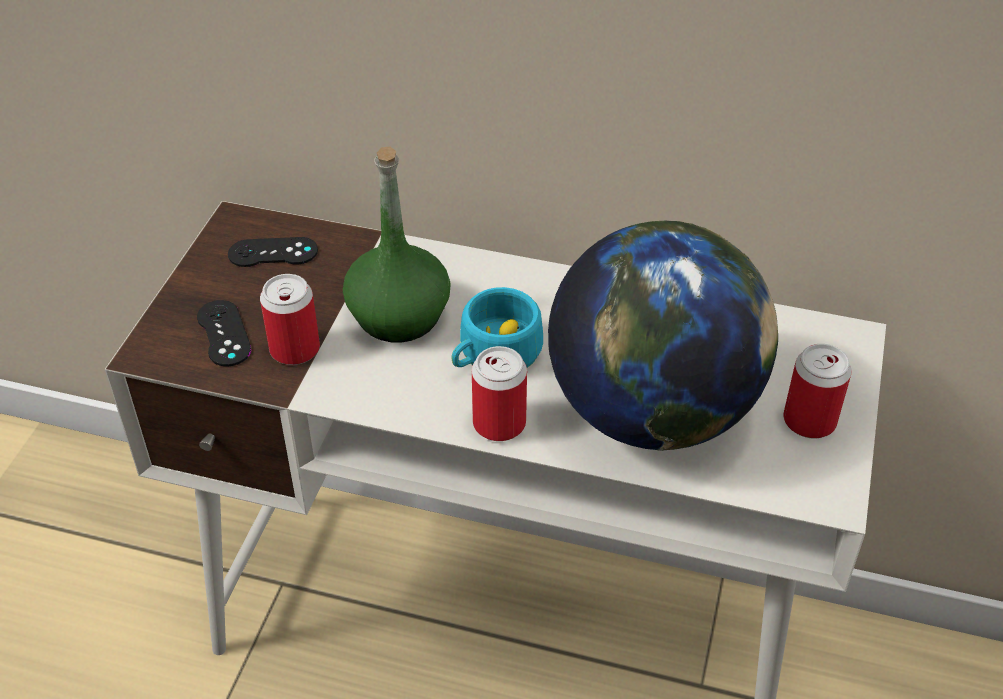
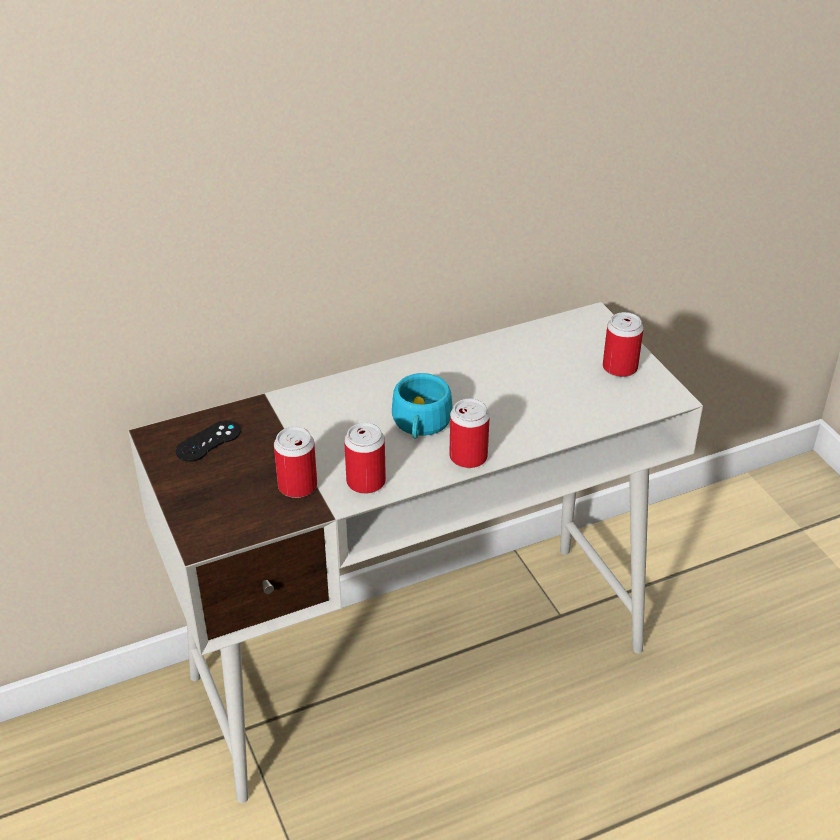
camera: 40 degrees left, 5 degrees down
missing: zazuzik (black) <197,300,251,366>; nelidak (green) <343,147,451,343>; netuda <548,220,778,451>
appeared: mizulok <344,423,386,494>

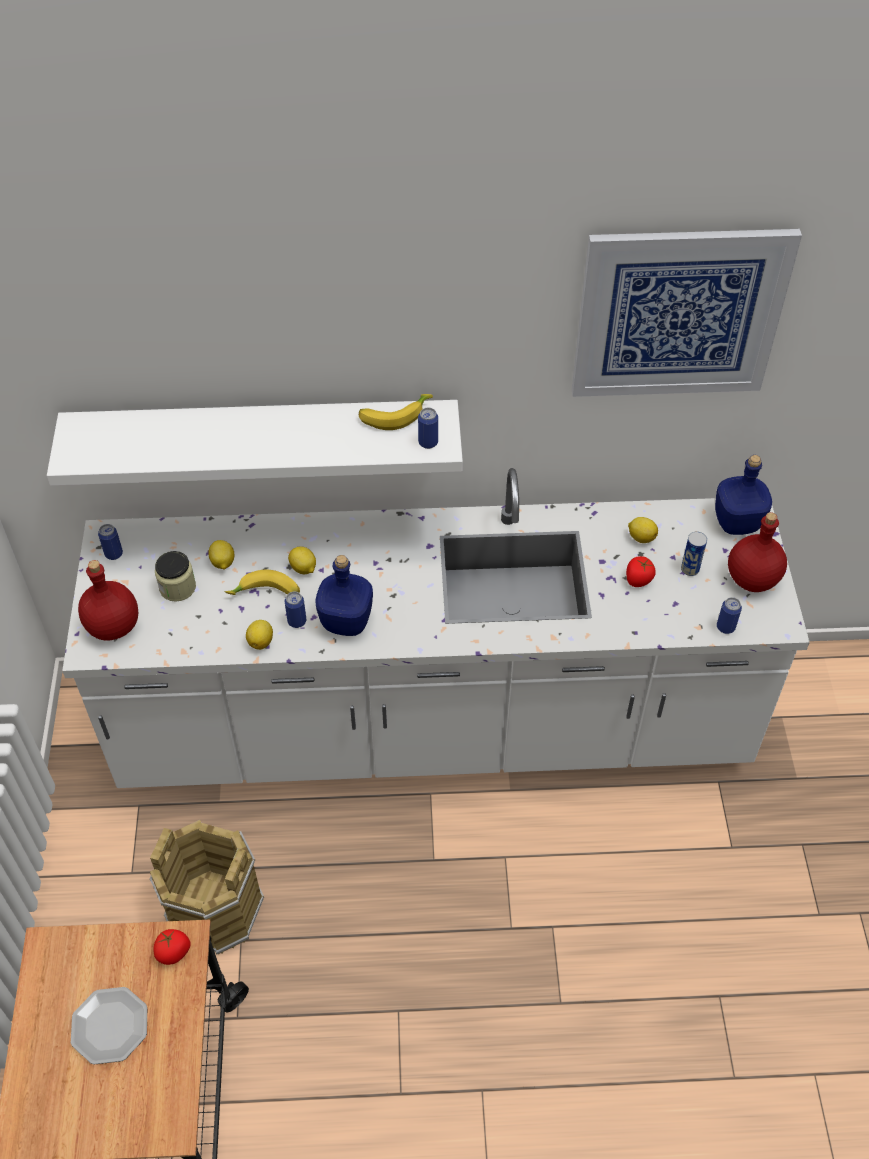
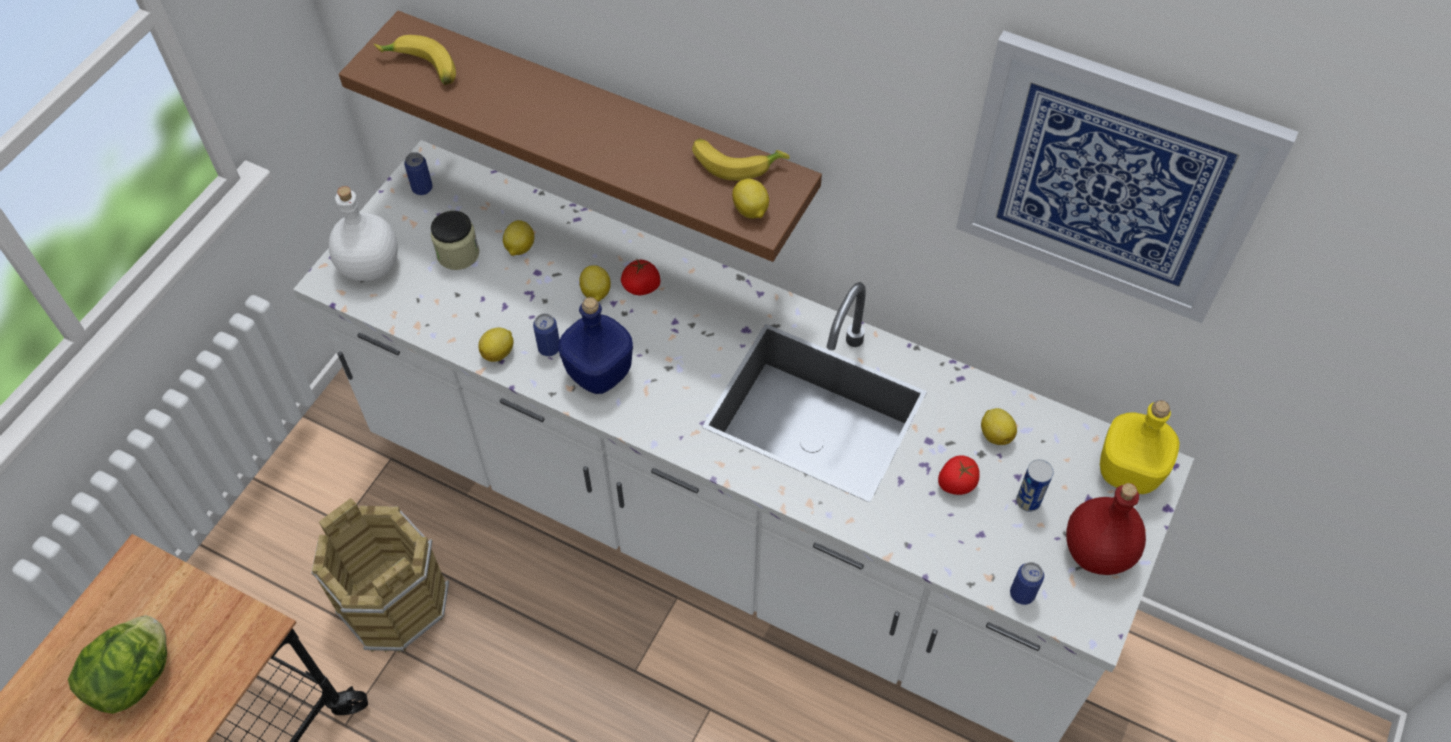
camera: 30 degrees right, 5 degrees up
relocated: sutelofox <153,929,191,965> to <621,258,660,295>; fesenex <224,570,300,595> to <374,35,456,85>
exchanged: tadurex <71,987,147,1065> to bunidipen <68,615,167,714>; mizulok <418,408,438,449> to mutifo <732,179,769,218>
colour: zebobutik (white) <47,400,463,486> to zebobutik (brown) <339,11,822,262>; nelidak (red) <78,560,138,641> to nelidak (white) <329,186,398,281>; nelidak (blue) <715,455,772,535> to nelidak (yellow) <1100,400,1179,494>

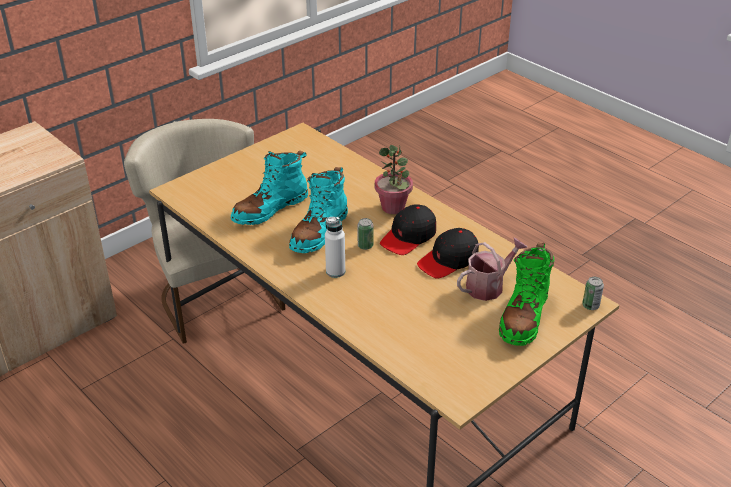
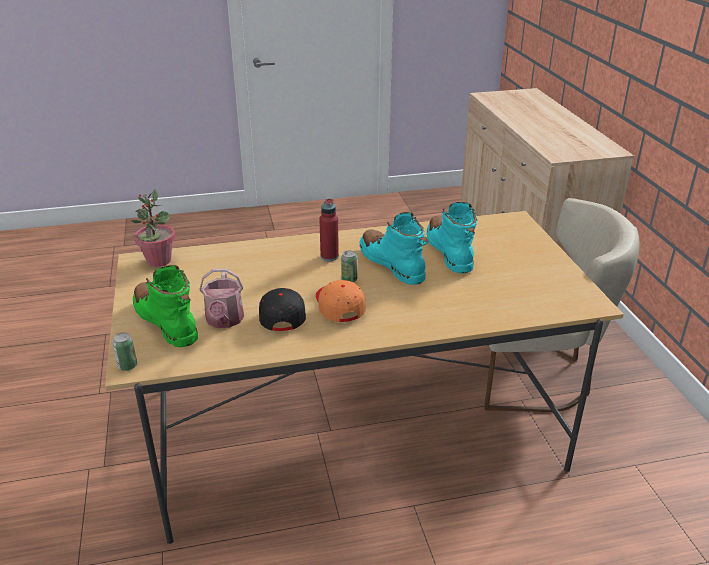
camera: 120 degrees right, 5 degrees down
relocated: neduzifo <375,145,413,214> to <131,189,176,267>
colour: nelidak (white) <325,216,345,278> to nelidak (red) <319,198,339,261>; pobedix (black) <380,204,436,255> to pobedix (orange) <316,280,366,322>

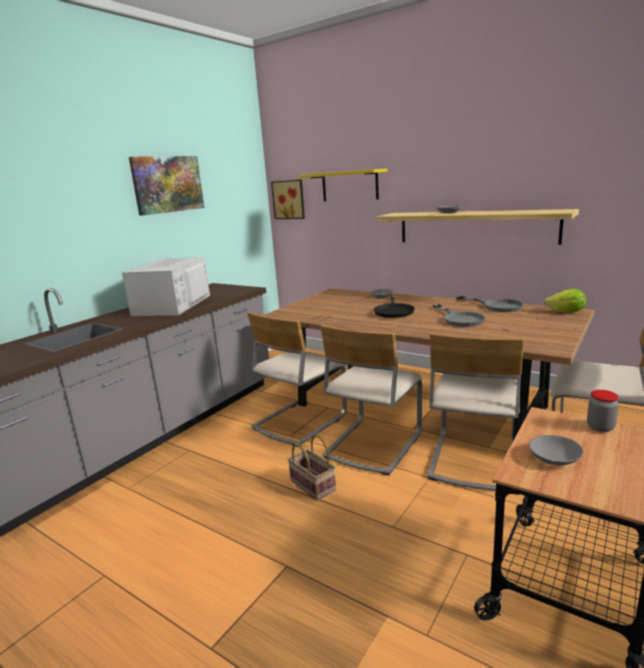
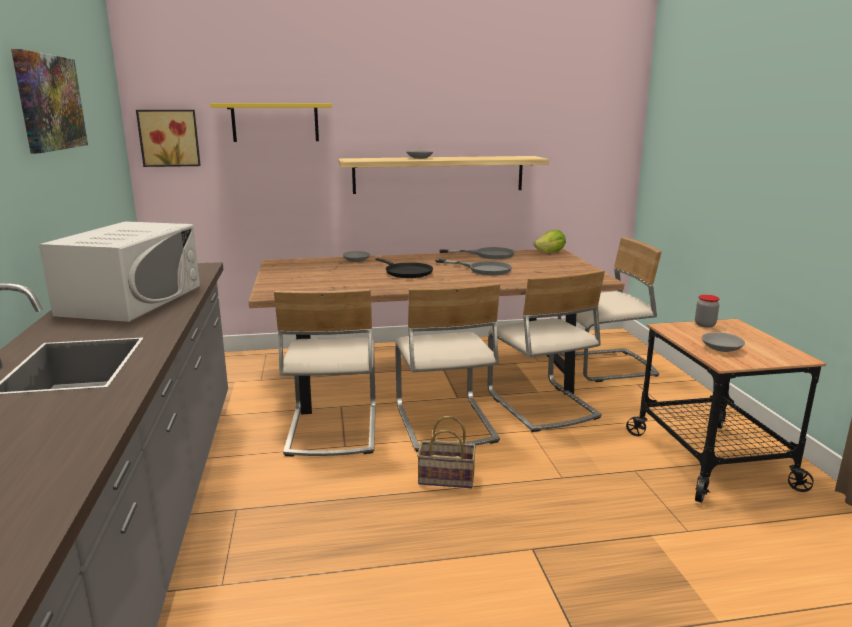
camera: 45 degrees left, 0 degrees up
spun: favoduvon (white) <122,257,210,316> = <39,221,200,322> 135 degrees counterclockwise

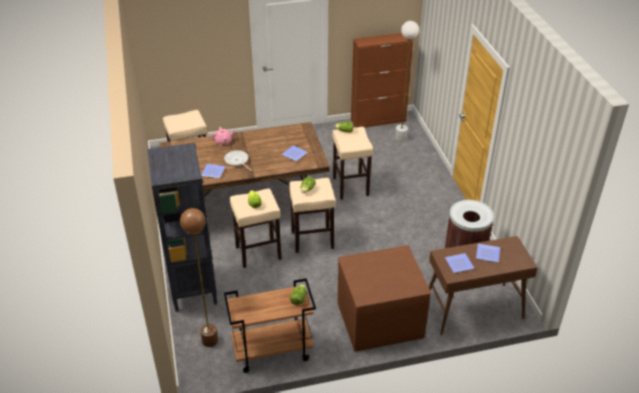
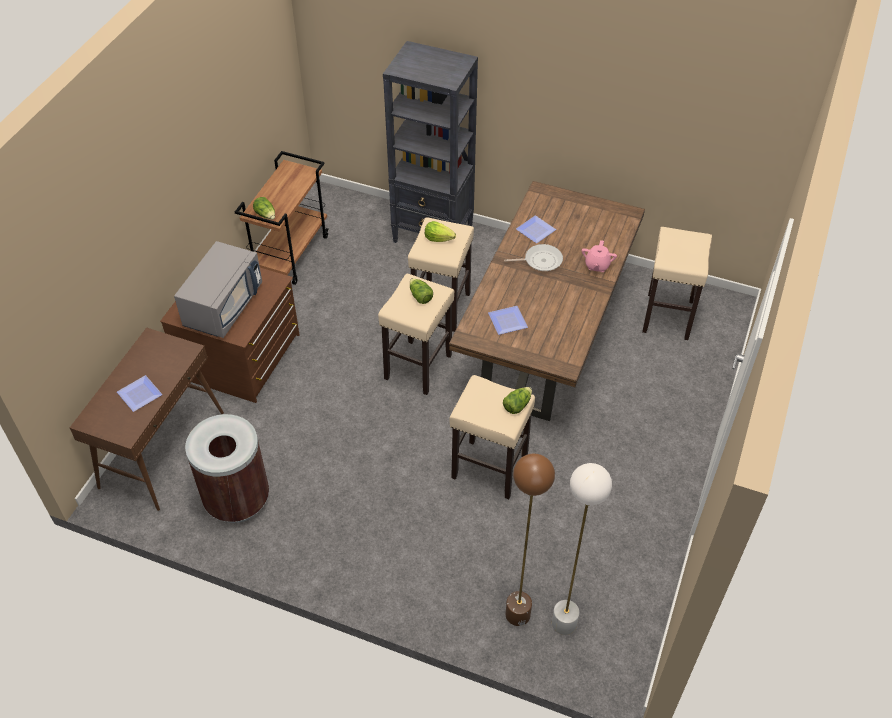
camera: 125 degrees right, 10 degrees up
missing: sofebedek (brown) <351,33,413,128>; tadurex <445,253,475,273>
appeared: favoduvon (grey) <174,241,262,338>
relocated: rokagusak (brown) <180,208,218,347> to <506,453,555,626>

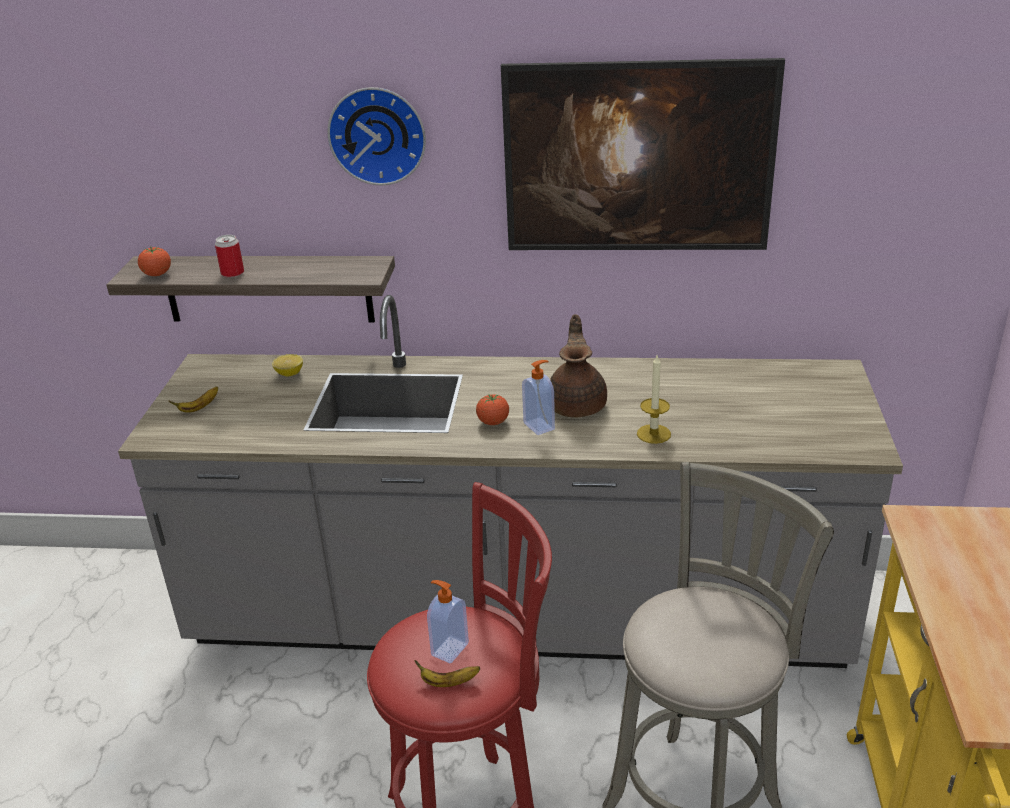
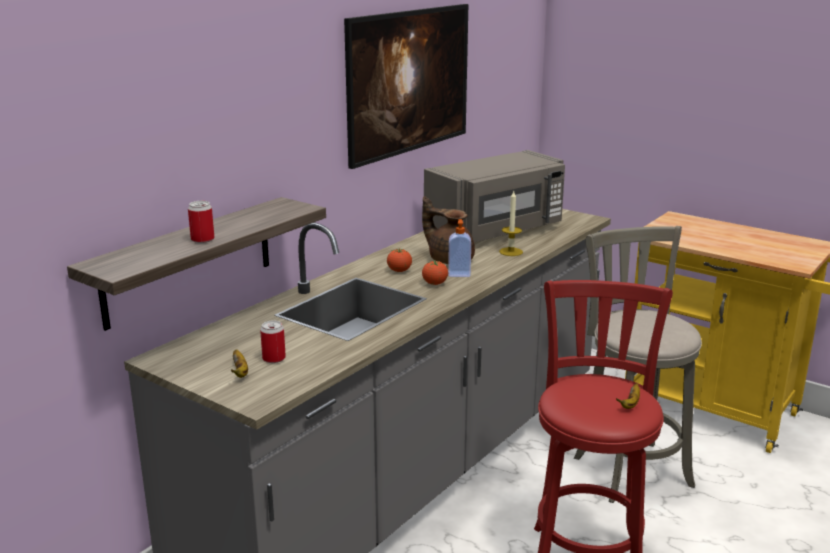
camera: 60 degrees left, 10 degrees down
missing: mutifo <272,354,303,376>; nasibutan <328,87,426,185>; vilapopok <427,580,469,664>
appeared: mizulok <260,320,286,363>; favoduvon (grey) <424,150,565,242>
relocated: sutelofox <138,246,171,276> to <387,248,412,272>

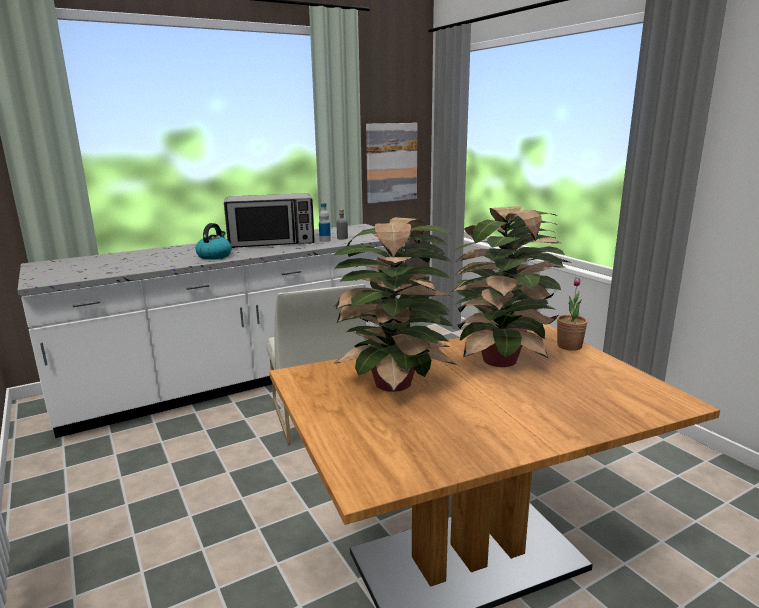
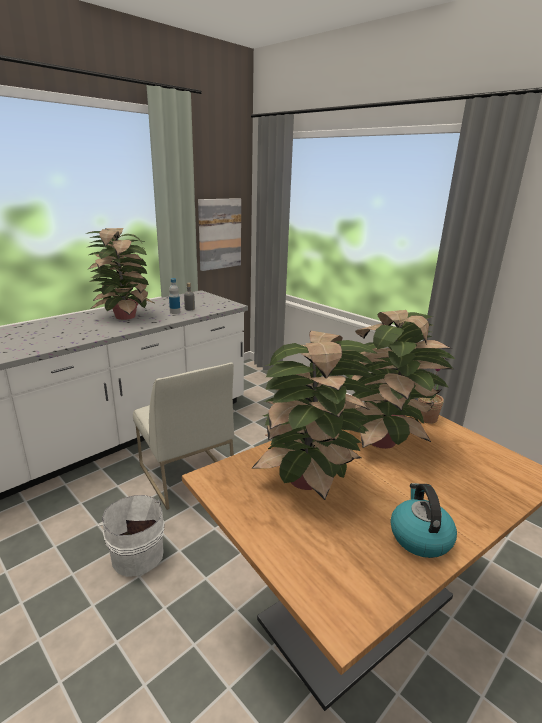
camera: 15 degrees left, 5 degrees up
appeared: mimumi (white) <98,495,165,577>
relocated: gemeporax <195,223,232,260> to <390,483,457,558>
exchanged: favoduvon <224,193,315,248> to neduzifo <86,228,156,320>

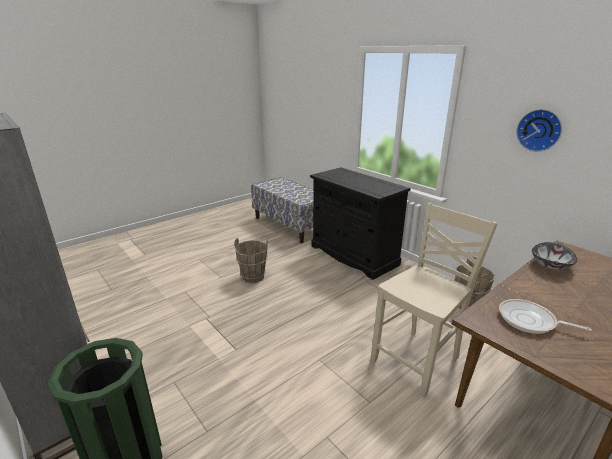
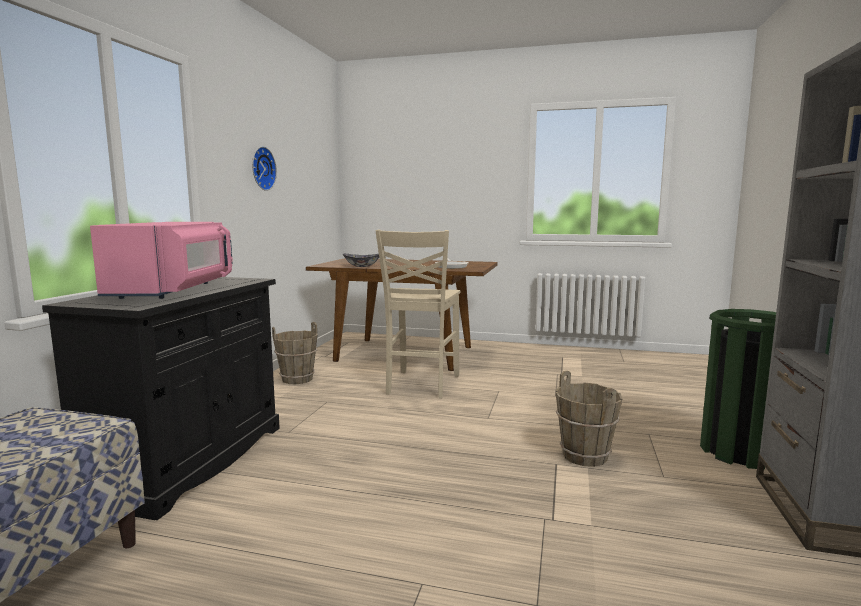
camera: 125 degrees left, 15 degrees down
appeared: favoduvon (pink) <90,222,233,299>
relocated: mimumi (brown) <234,238,268,283> to <555,371,622,467>
spun: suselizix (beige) <370,203,498,398> = <376,230,460,398> 90 degrees counterclockwise

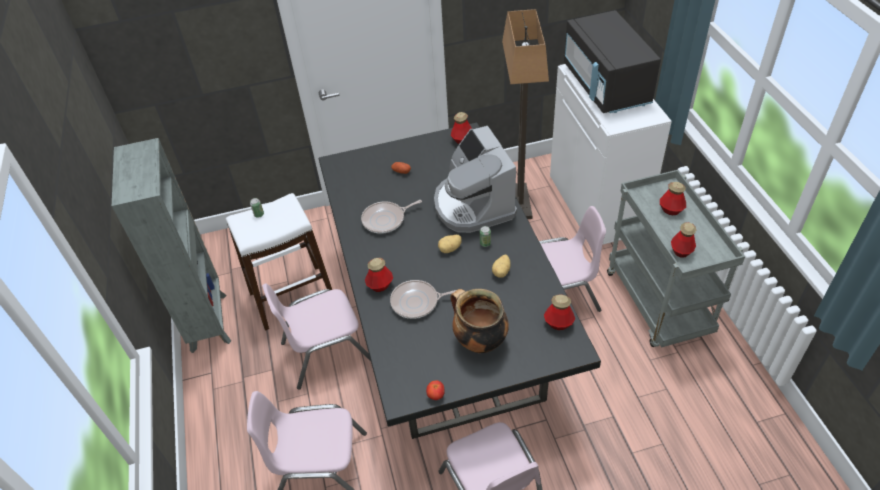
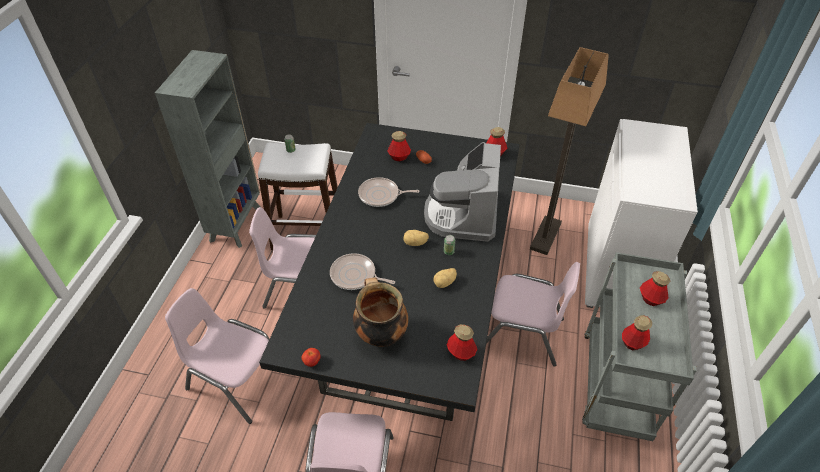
camera: 25 degrees right, 0 degrees up
missing: favoduvon (black) <564,10,661,113>
relocated: nelidak <365,258,393,292> to <387,131,411,161>

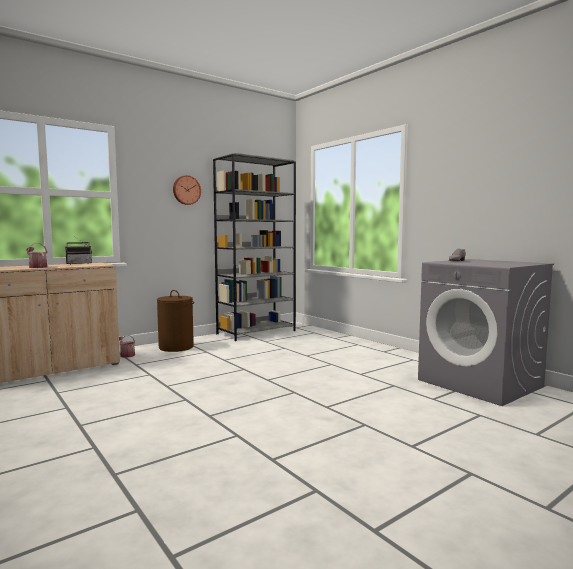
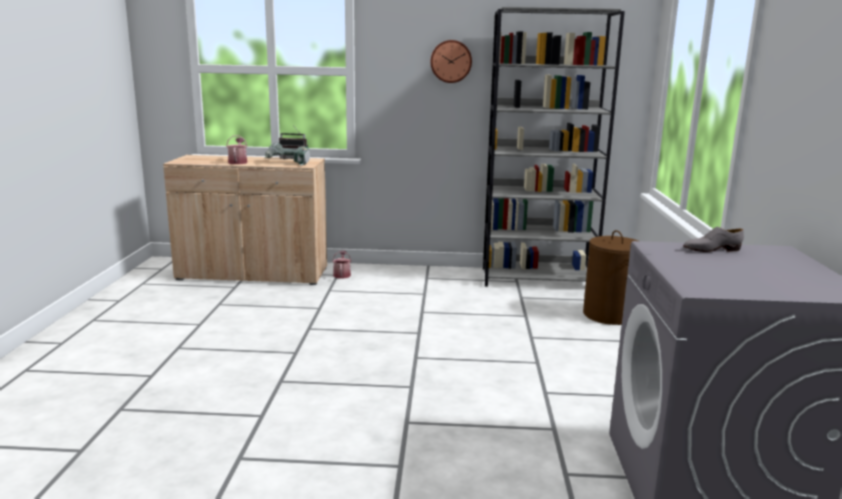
camera: 40 degrees right, 10 degrees up
appeared: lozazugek <265,142,310,166>
relocated: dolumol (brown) <157,290,194,352> to <583,230,638,325>

